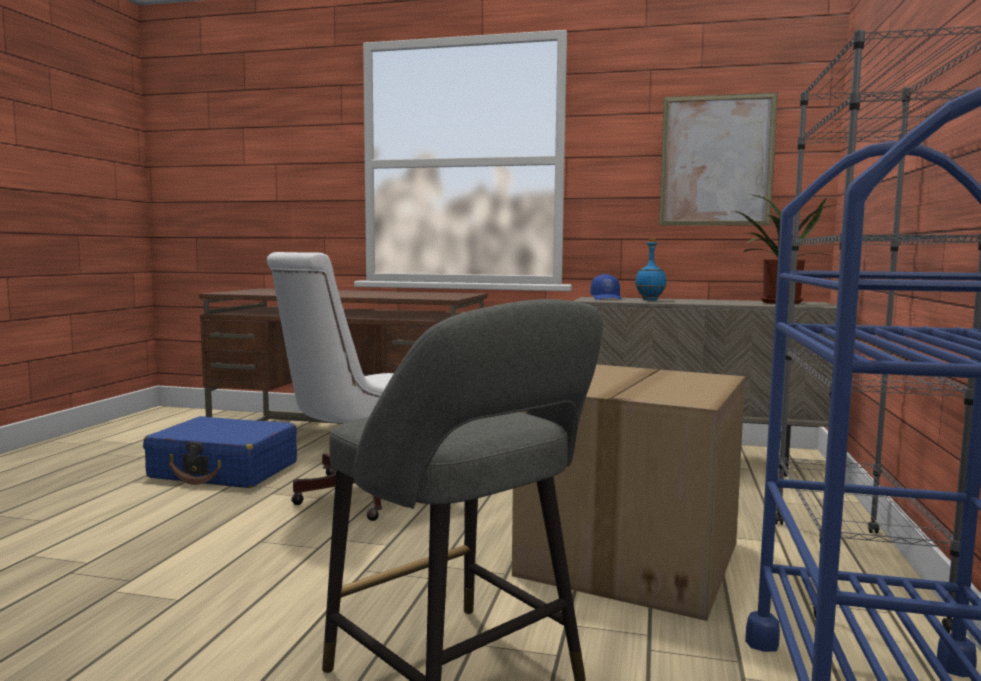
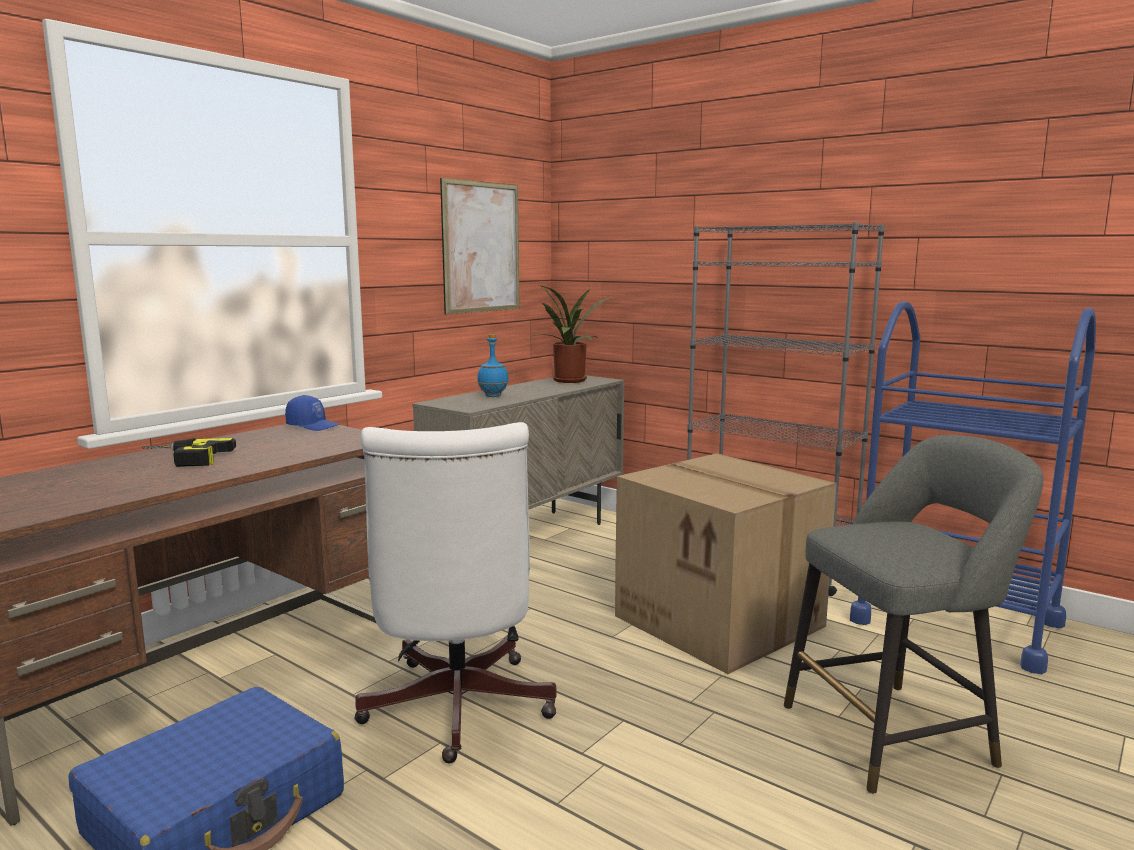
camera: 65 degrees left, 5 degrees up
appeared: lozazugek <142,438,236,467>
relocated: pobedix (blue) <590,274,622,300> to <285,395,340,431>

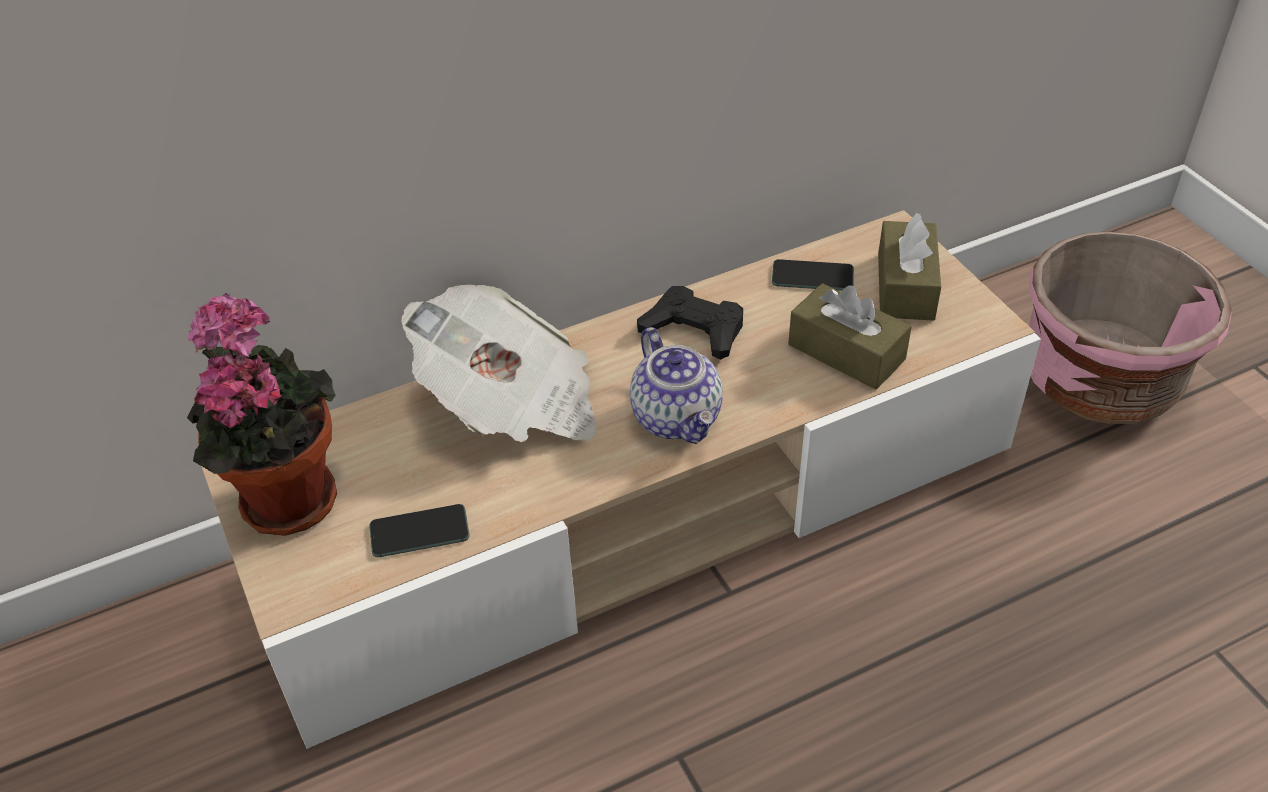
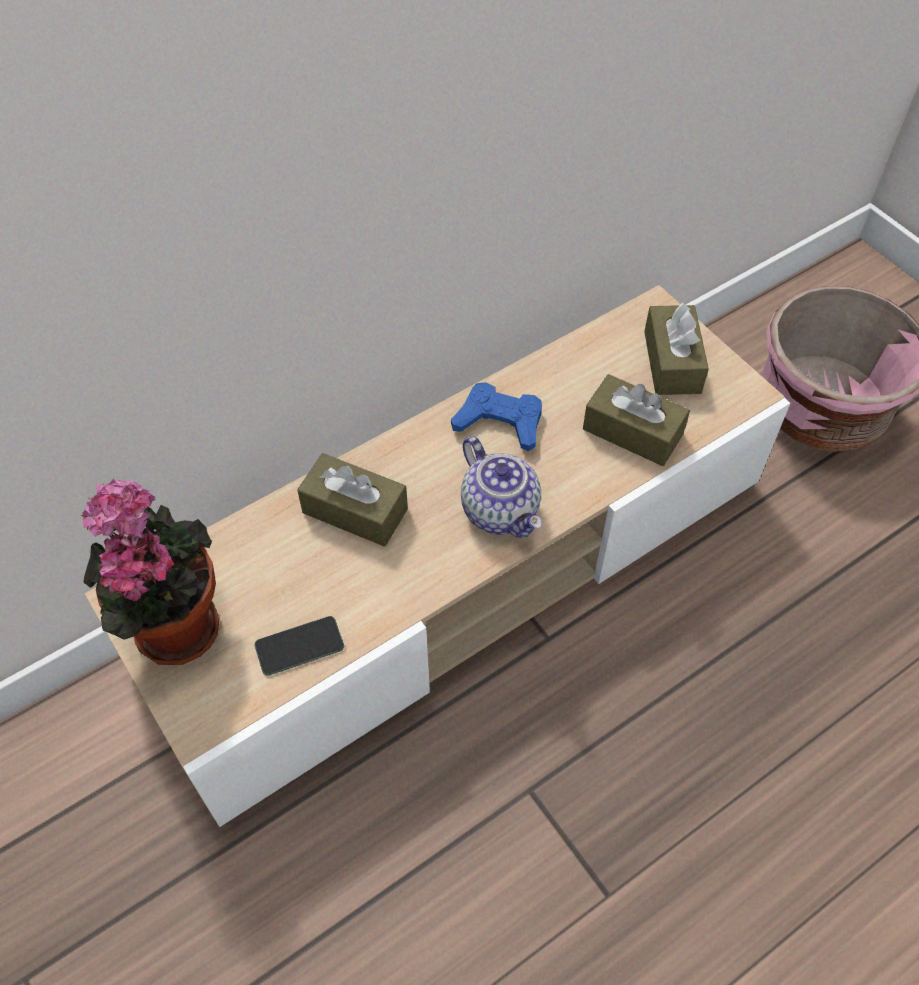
camera: 10 degrees left, 10 degrees up
missing: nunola <772,259,854,291>
exchanged: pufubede <401,285,596,442> to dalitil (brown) <297,453,408,546>
colour: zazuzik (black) <637,286,743,360> to zazuzik (blue) <451,382,542,452>

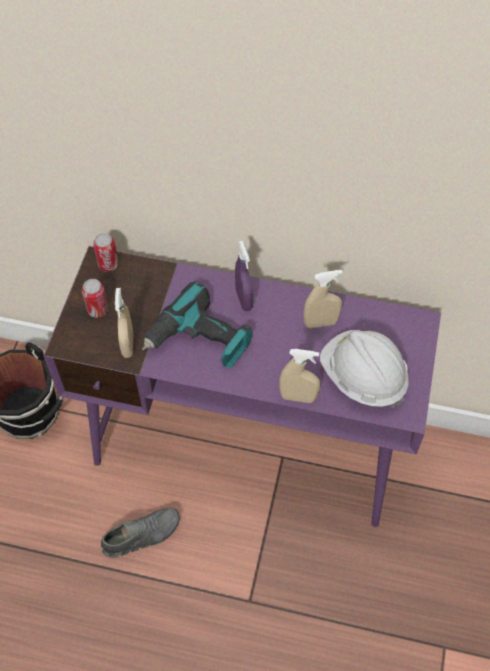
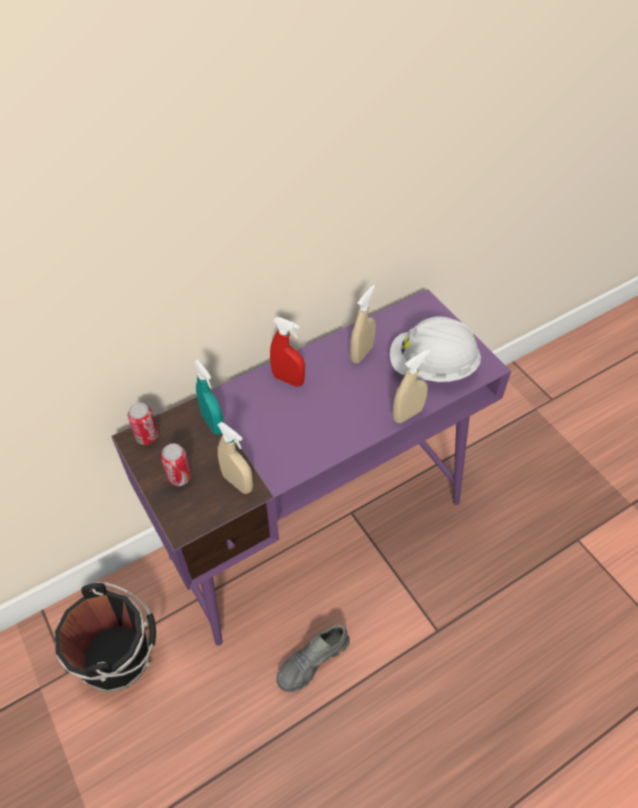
camera: 45 degrees left, 5 degrees down
missing: lozazugek <142,282,252,369>
appeared: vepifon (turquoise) <194,360,224,435>
colour: vepifon (purple) <235,241,253,311> to vepifon (red) <270,317,305,387>
spun: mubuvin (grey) <101,507,180,558> = <277,624,350,692> 150 degrees counterclockwise

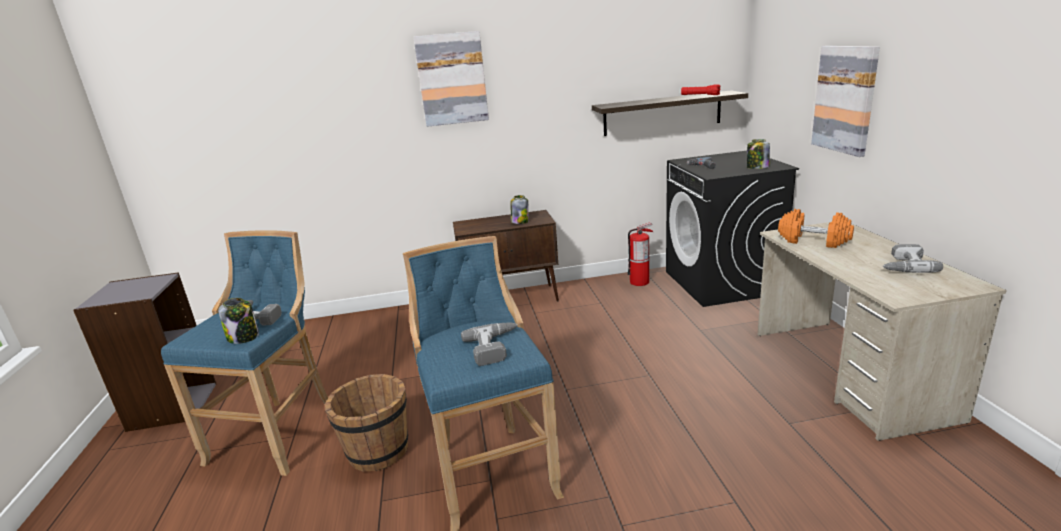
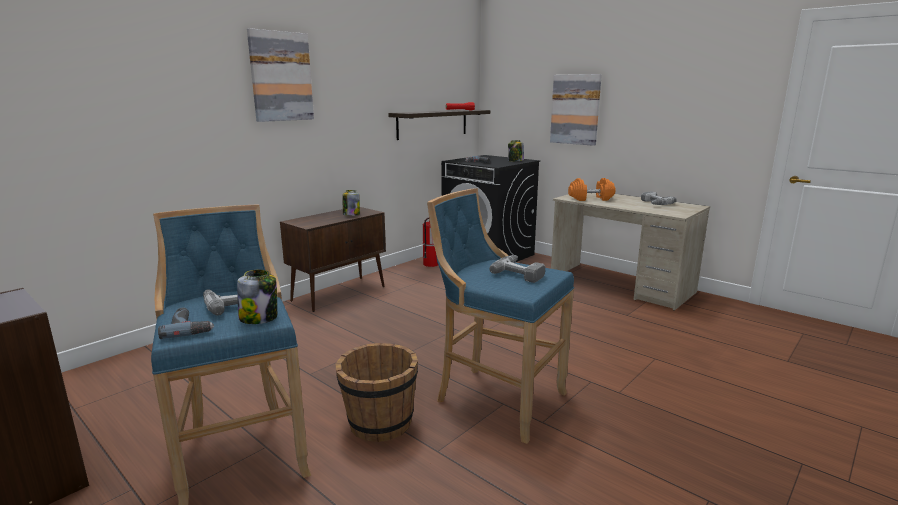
camera: 40 degrees left, 5 degrees down
appeared: lozazugek <158,307,214,339>

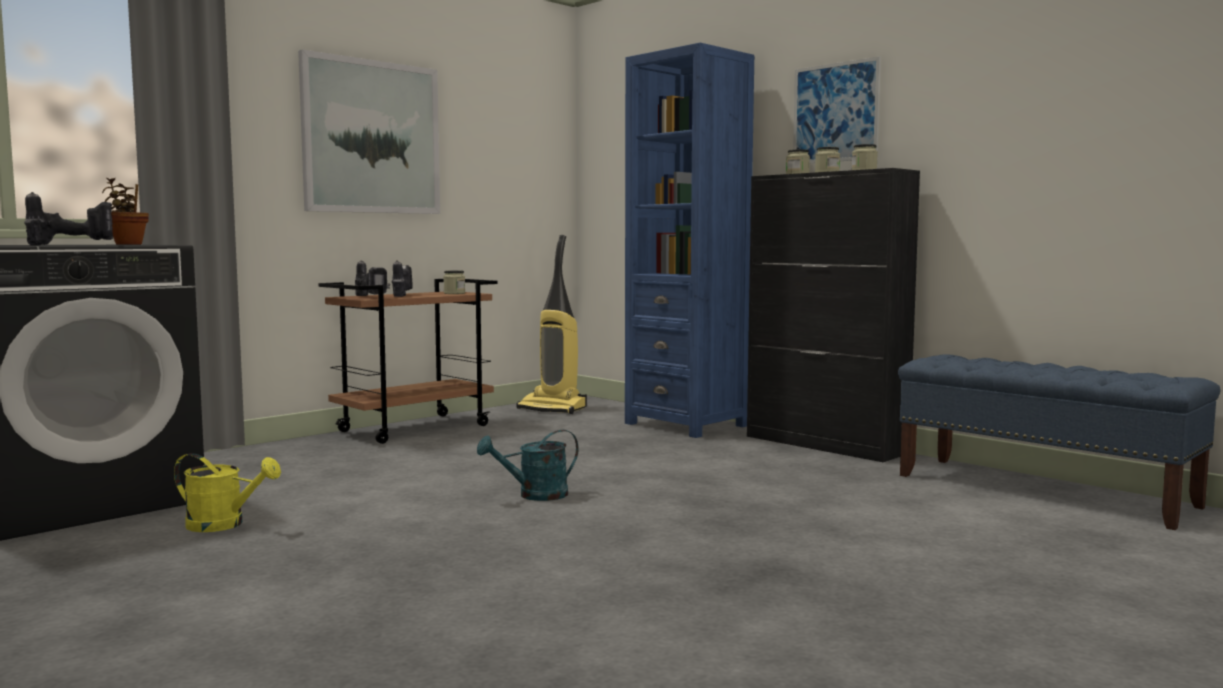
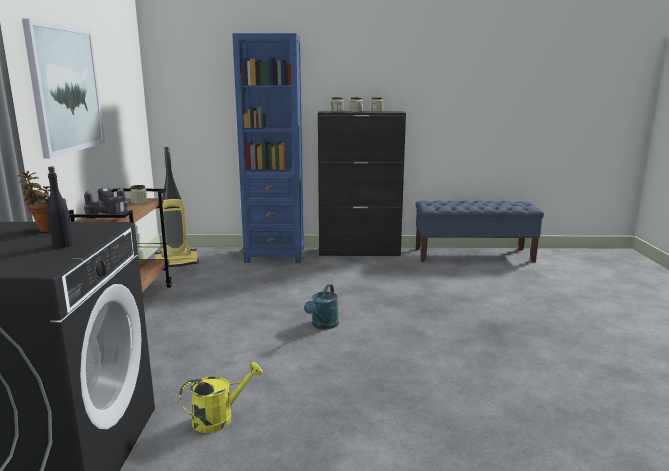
camera: 45 degrees left, 10 degrees up
missing: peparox <793,56,881,163>
exchanged: lozazugek <24,192,113,245> to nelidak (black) <47,166,73,248>

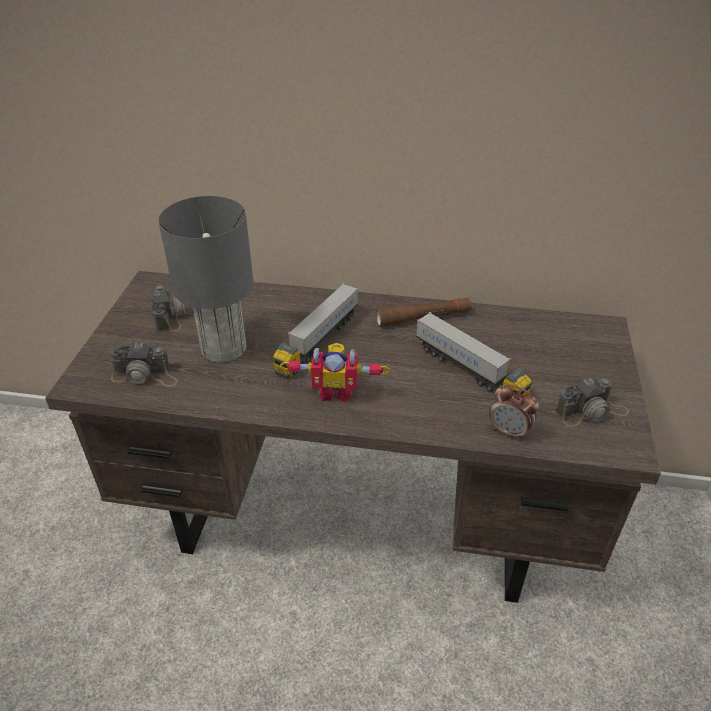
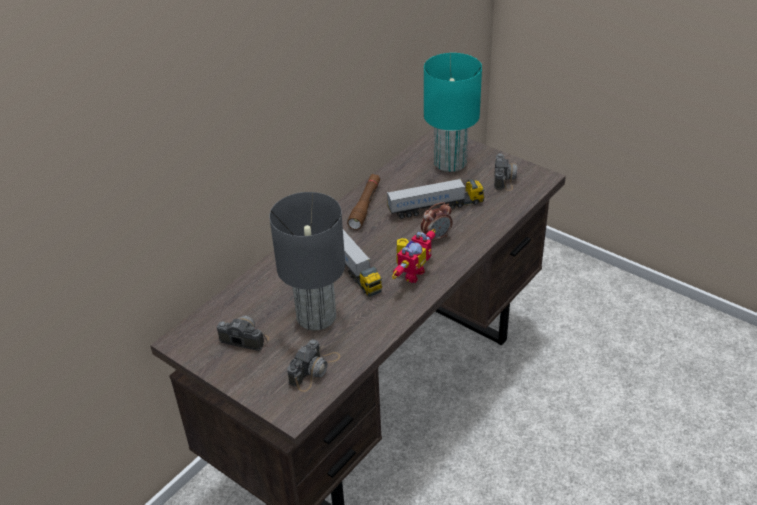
camera: 60 degrees left, 0 degrees up
appeared: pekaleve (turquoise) <424,53,482,172>
relocated: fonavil <489,384,539,441> to <421,202,453,242>

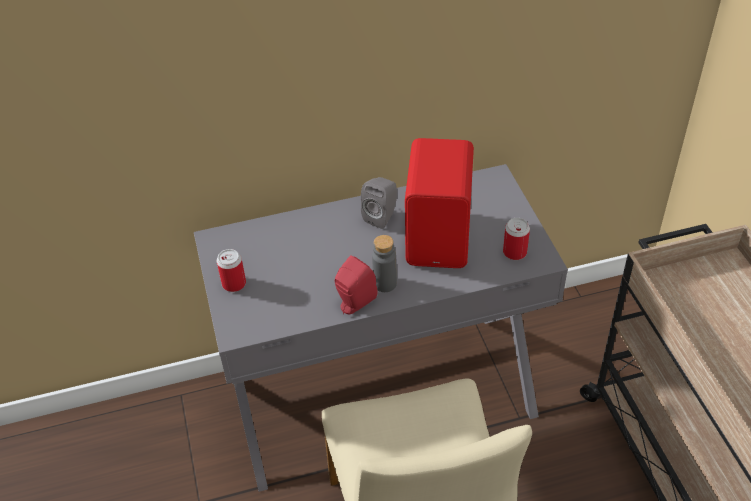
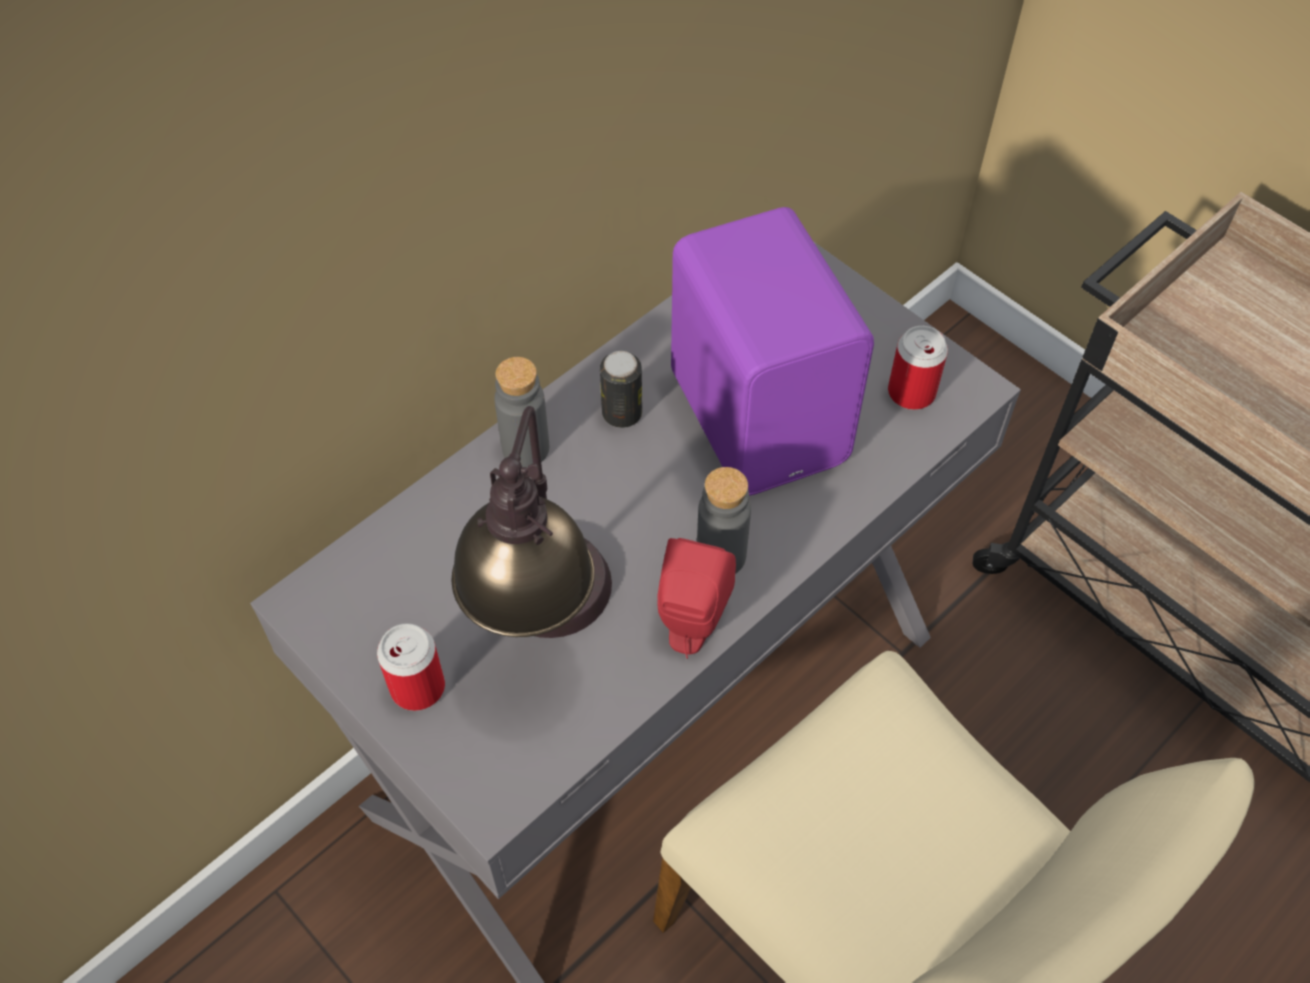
camera: 30 degrees left, 10 degrees up
appeared: pekaleve <451,406,612,638>; nelidak (grey) <494,357,549,468>
exchanged: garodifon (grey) <361,177,397,229> to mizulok <600,351,642,428>
colour: garodifon (red) <405,138,474,268> to garodifon (purple) <671,207,874,496>

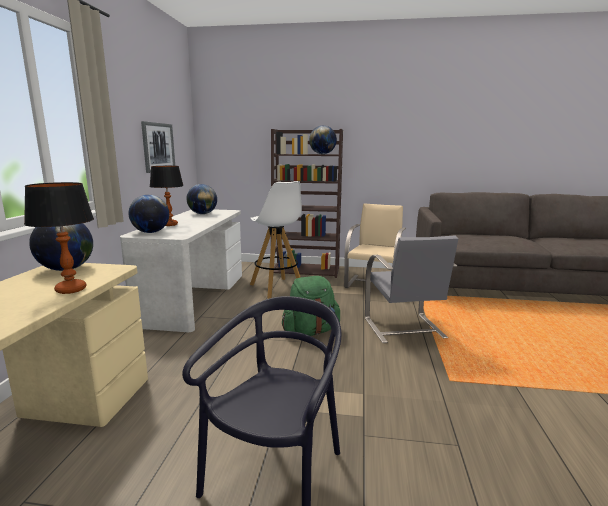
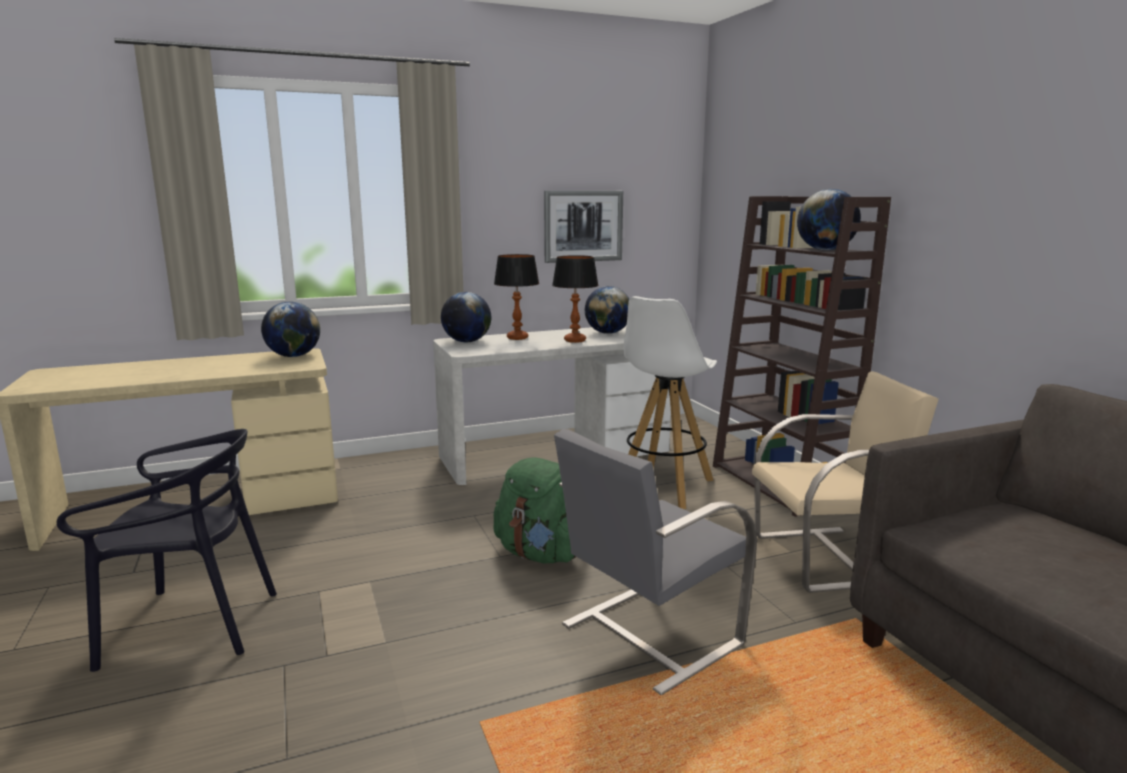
camera: 60 degrees right, 0 degrees up
relocated: pekaleve <24,182,94,294> to <552,255,599,343>

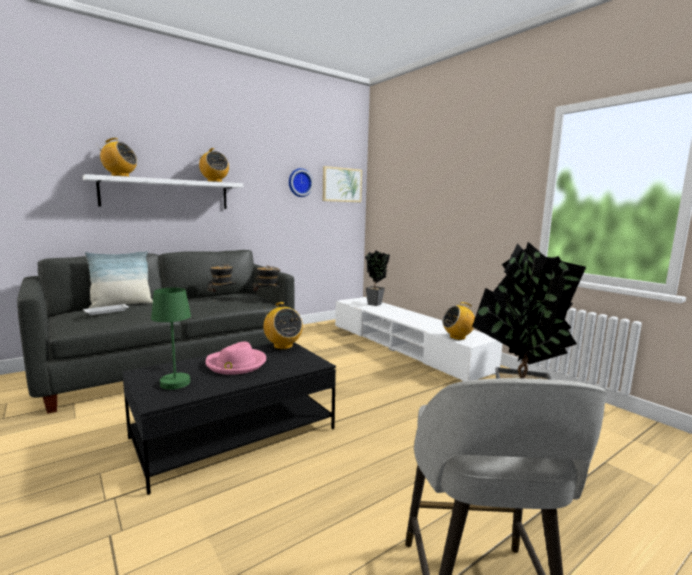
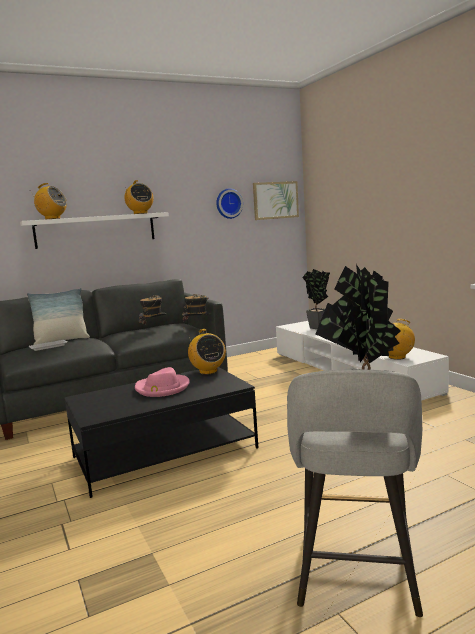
camera: 10 degrees right, 0 degrees up
missing: pekaleve (green) <128,288,191,390>

